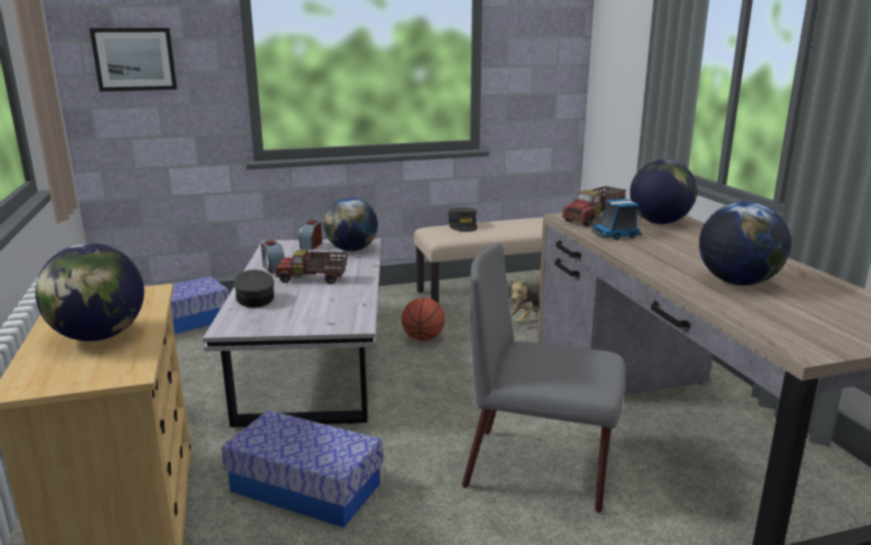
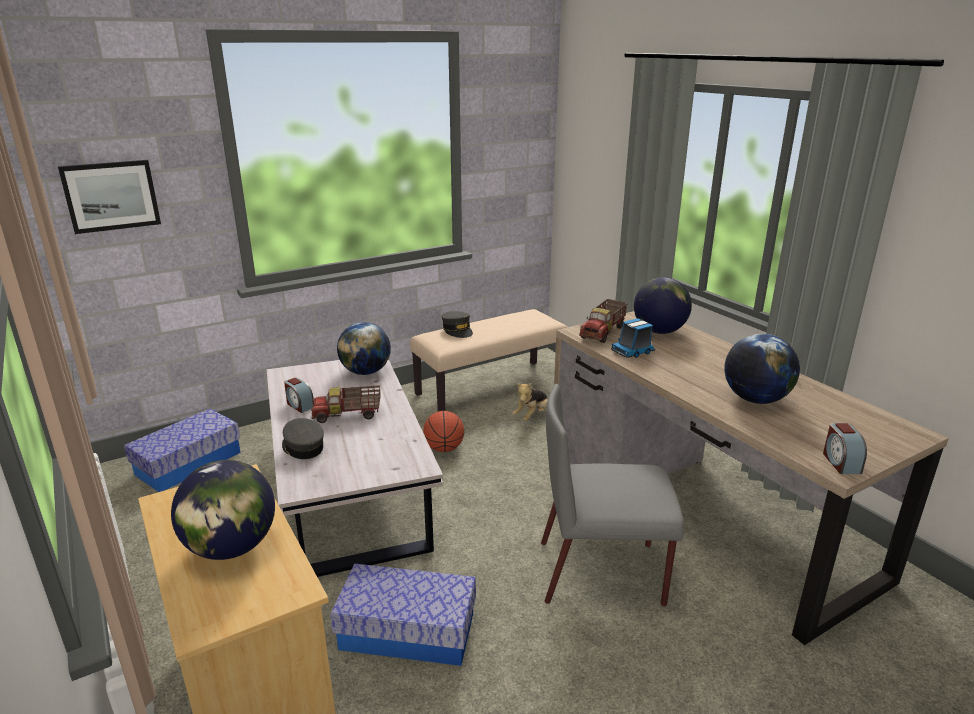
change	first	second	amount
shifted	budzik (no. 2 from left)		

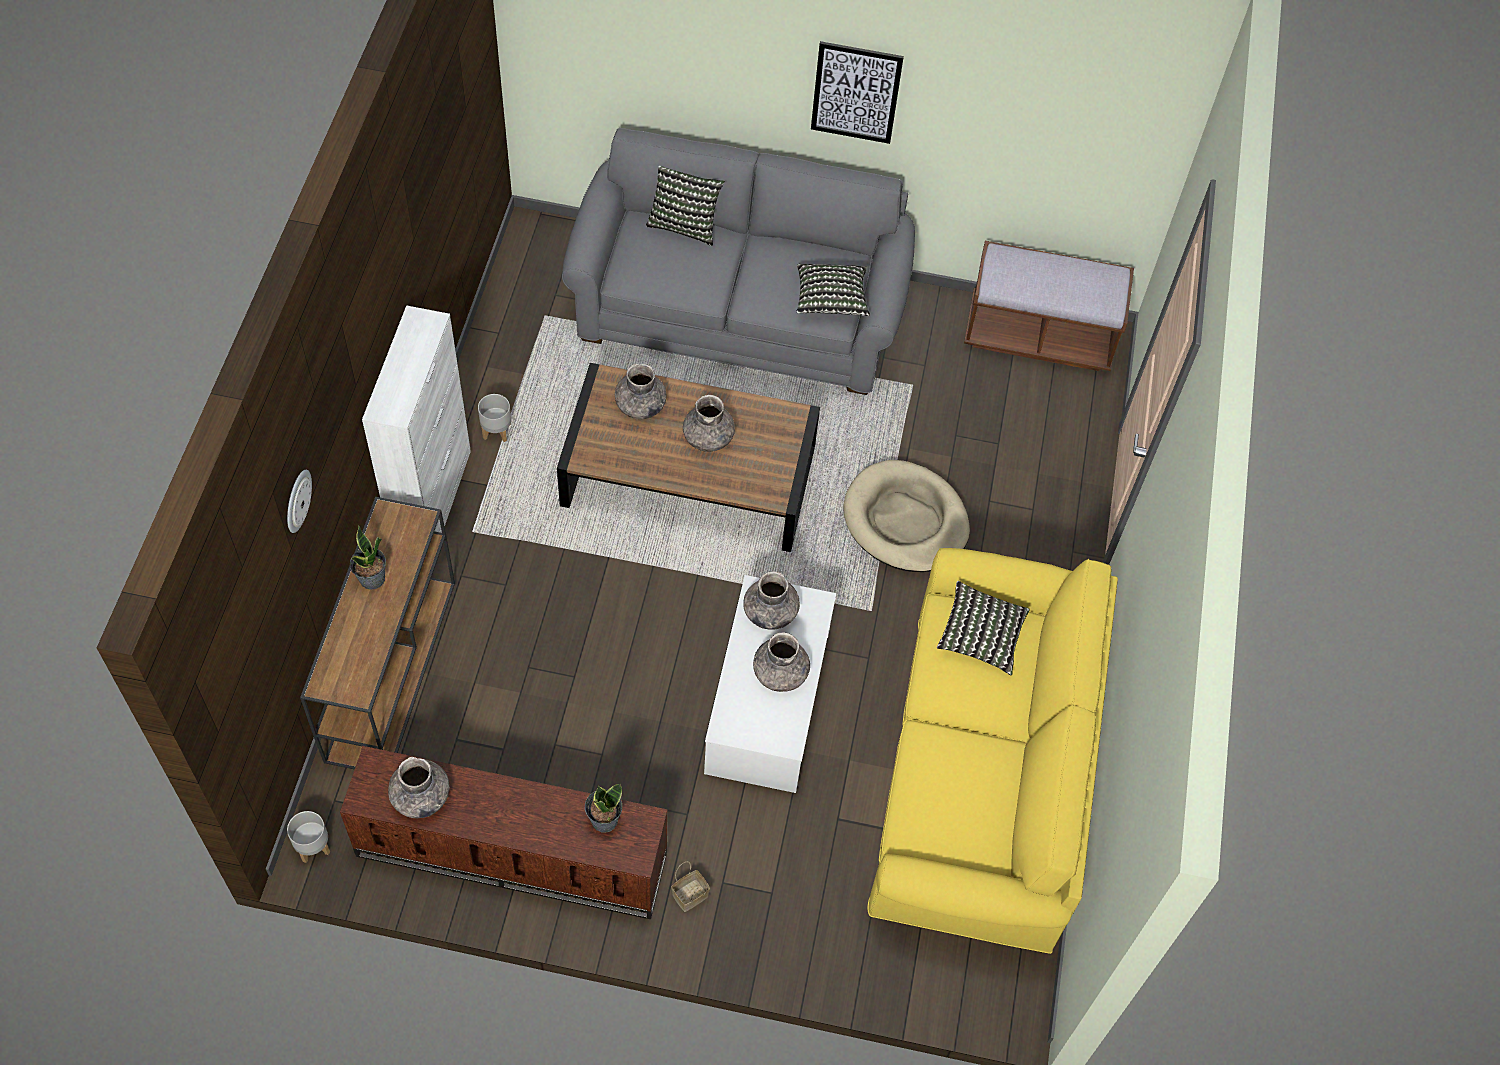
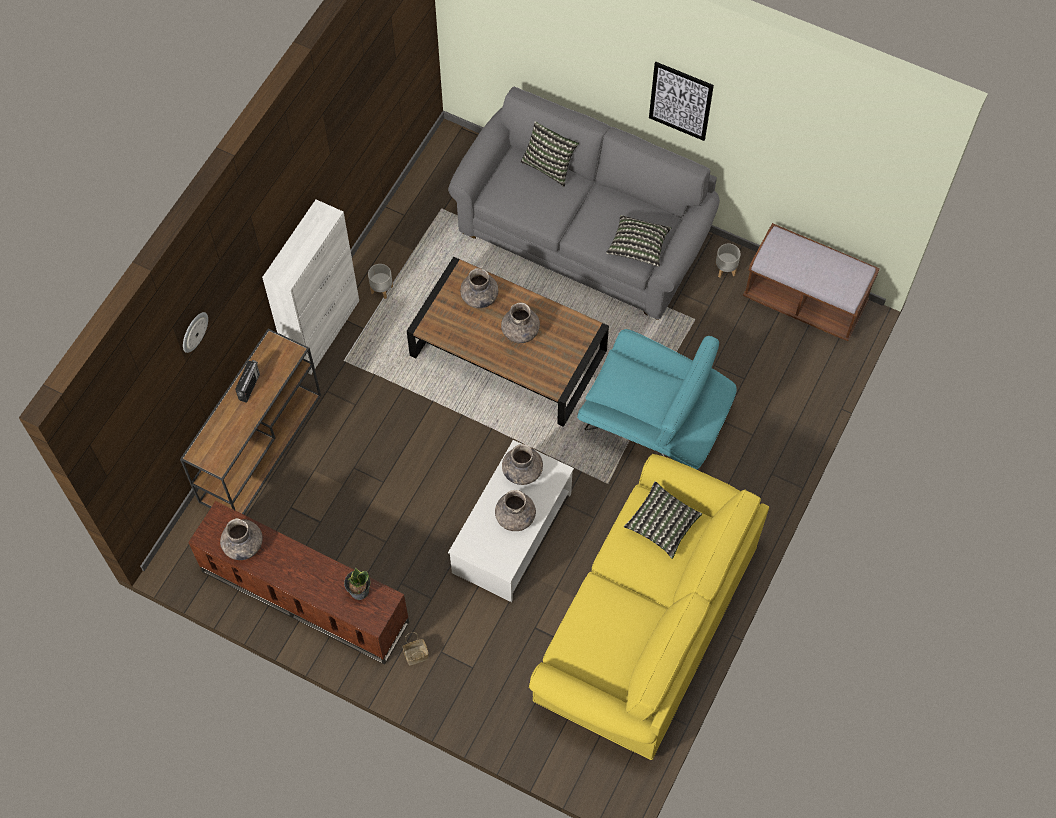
change	first	second	amount
shifted	donica/szary (no. 1 from left in the first image)	donica/szary (no. 2 from left)	
swapped	roślina doniczkowa (no. 1 from left)	radio	
swapped	legowisko/beżowy	fotel/turkusowy	

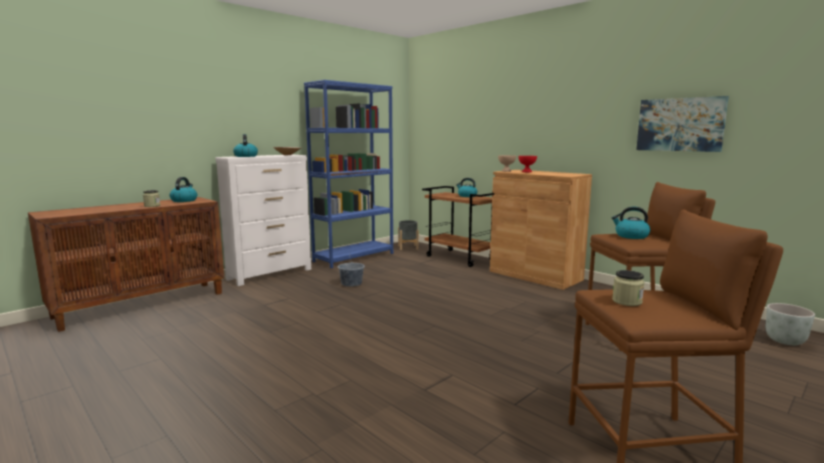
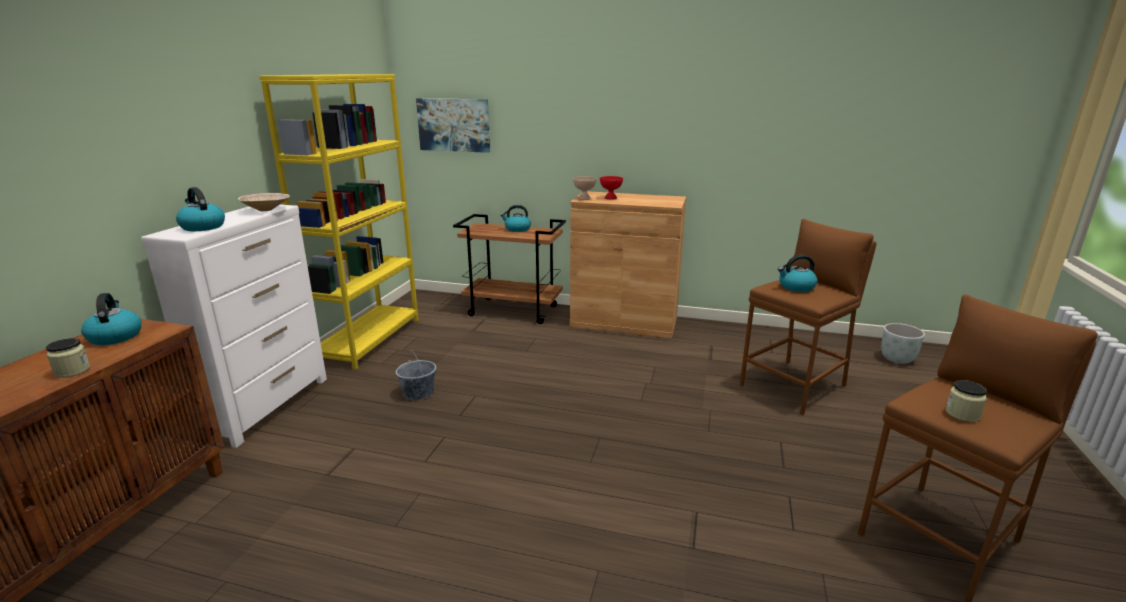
change	first	second	amount
gone	donica/szary (no. 1 from left)		
shifted	obraz		
repainted	regał/niebieski	regał/żółty	

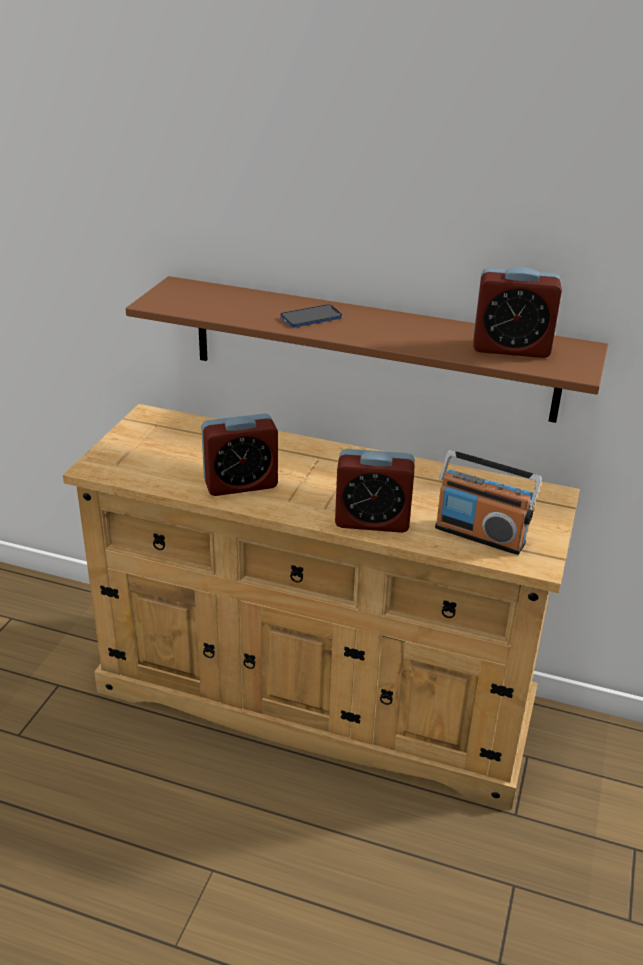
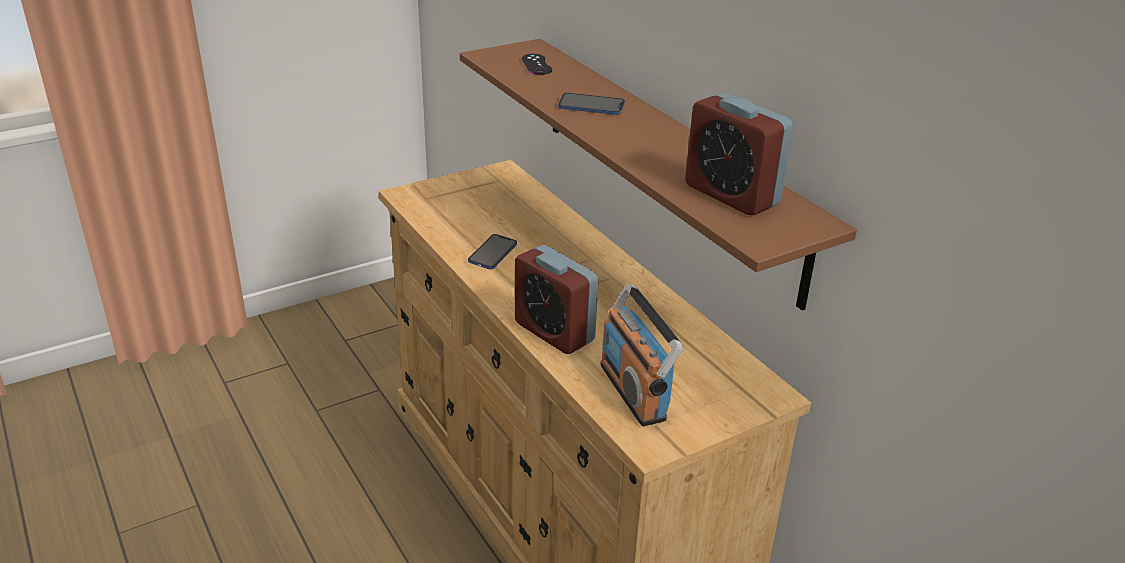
change	first	second	amount
new		pad do gier/czarny	
swapped	budzik (no. 1 from left)	telefon (no. 1 from left)	

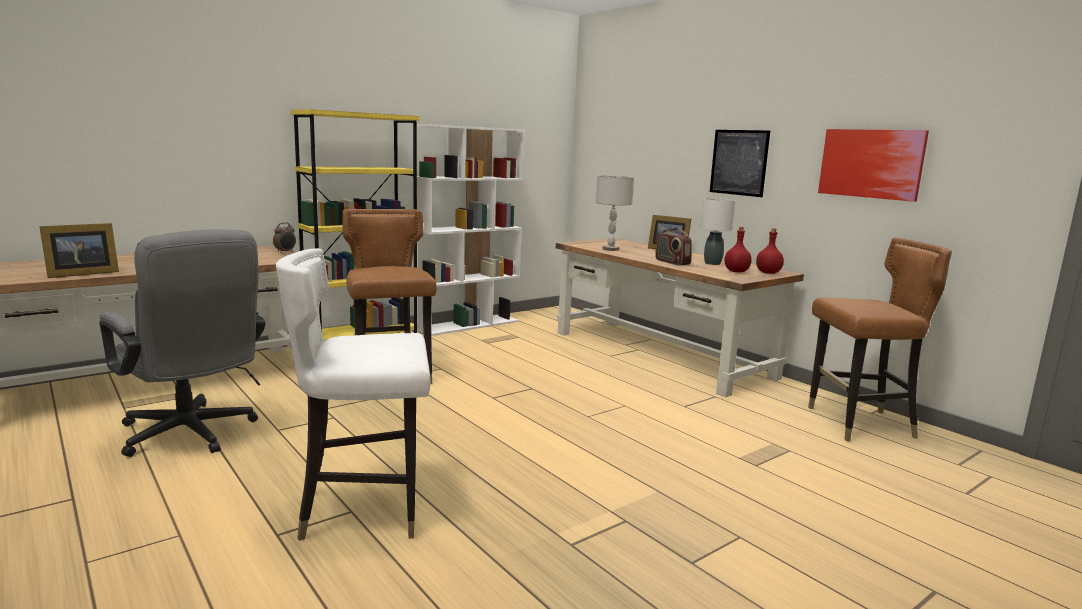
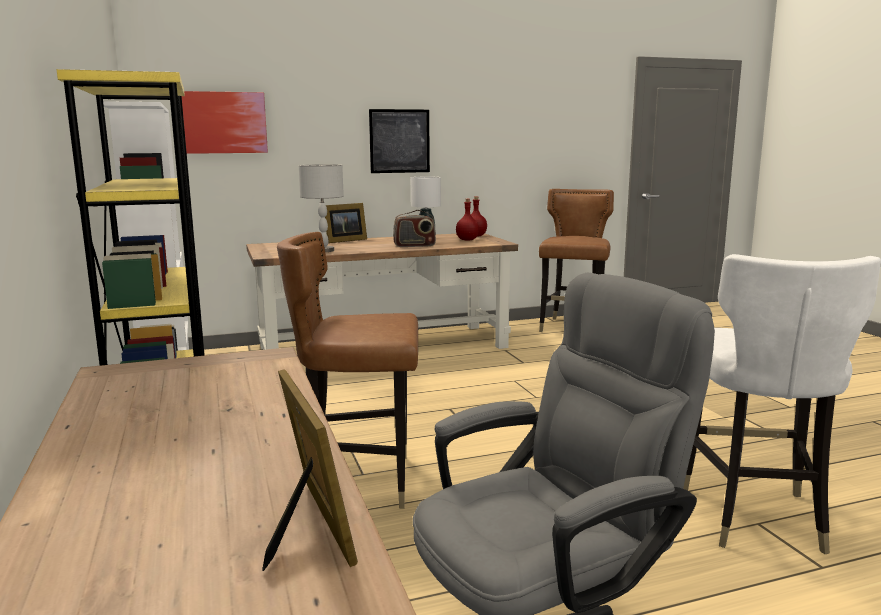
change	first	second	amount
gone	budzik		
shifted	obraz (no. 2 from left in the first image)	obraz (no. 1 from left)	

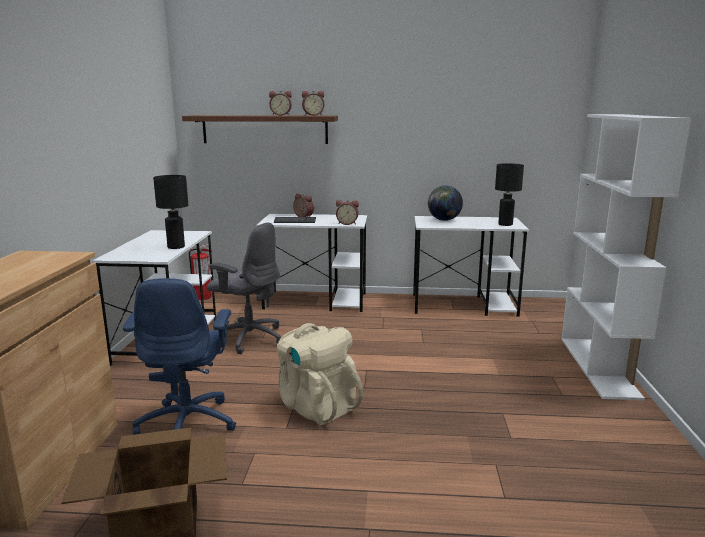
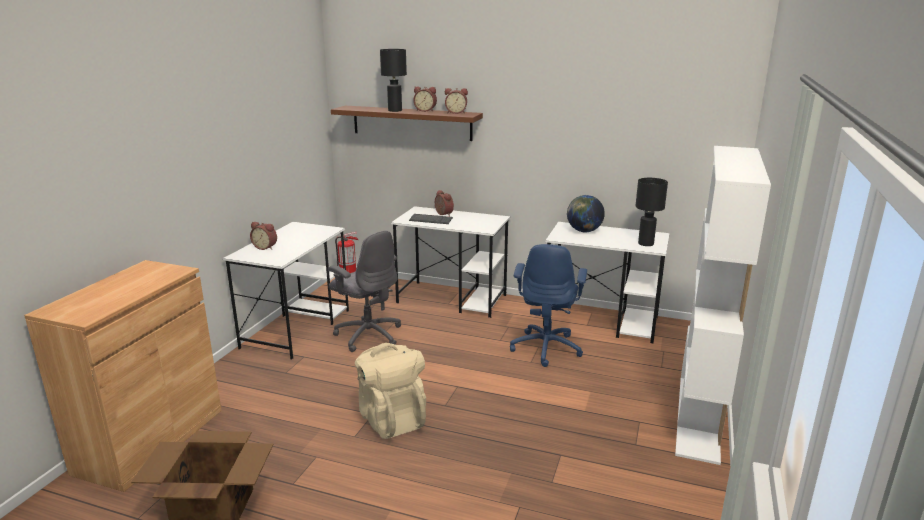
change	first	second	amount
shifted	krzesło biurowe/niebieski		
shifted	lampa stołowa/czarny (no. 1 from left)		
shifted	budzik (no. 4 from left in the first image)	budzik (no. 1 from left)	

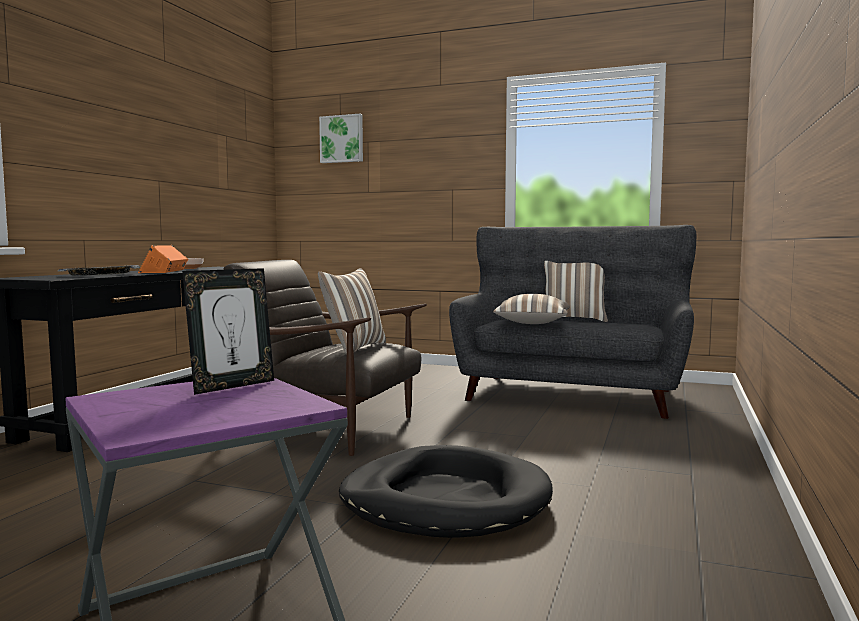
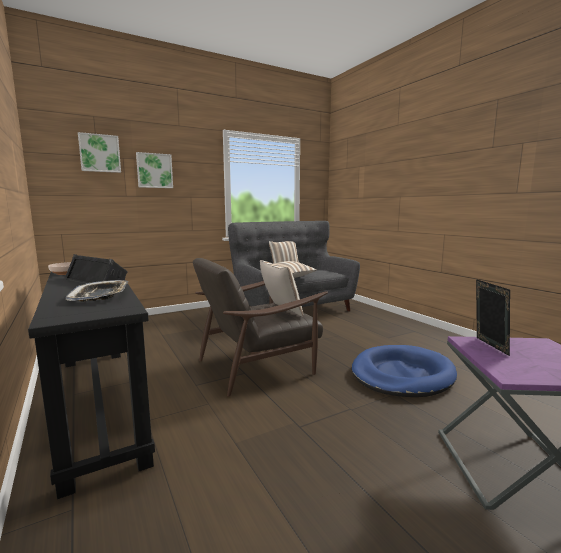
change	first	second	amount
new		obraz (no. 2 from left)	
repainted	głośnik/pomarańczowy	głośnik/czarny	
repainted	legowisko/czarny	legowisko/niebieski	

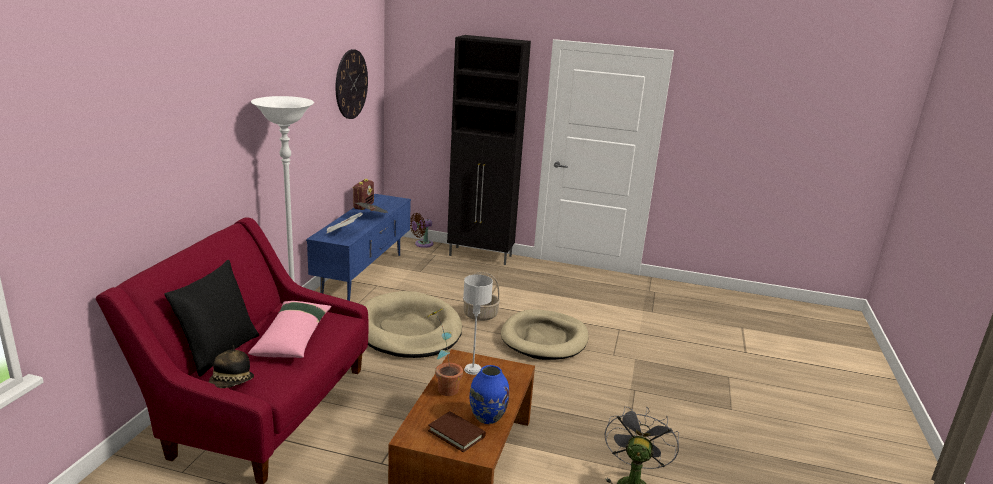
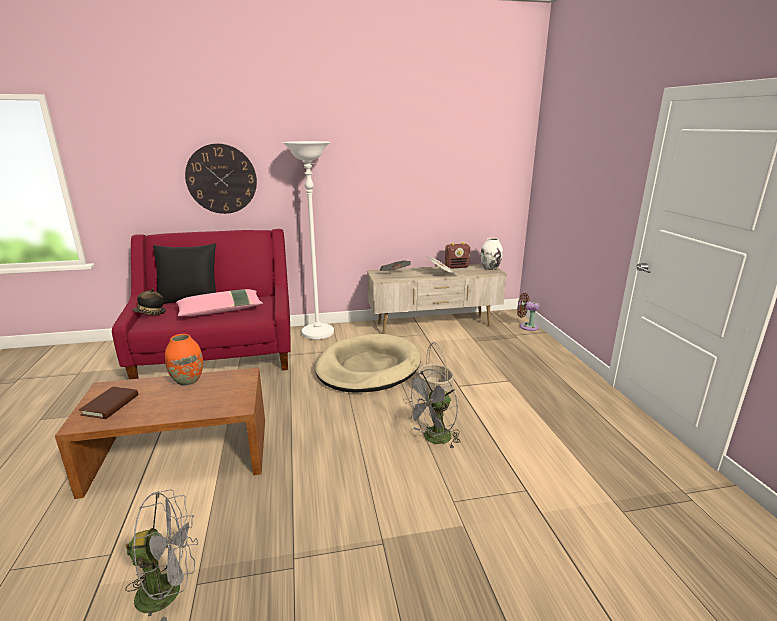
change	first	second	amount
gone	szafka/czarny		
gone	lampa stołowa/szary		
gone	wazon/niebieski		
new		wazon/biały	
shifted	zegar ścienny		
swapped	roślina doniczkowa	wazon/pomarańczowy	
swapped	legowisko/beżowy (no. 2 from left)	wentylator/szary (no. 2 from left)	
repainted	szafka pod telewizor/niebieski	szafka pod telewizor/beżowy	

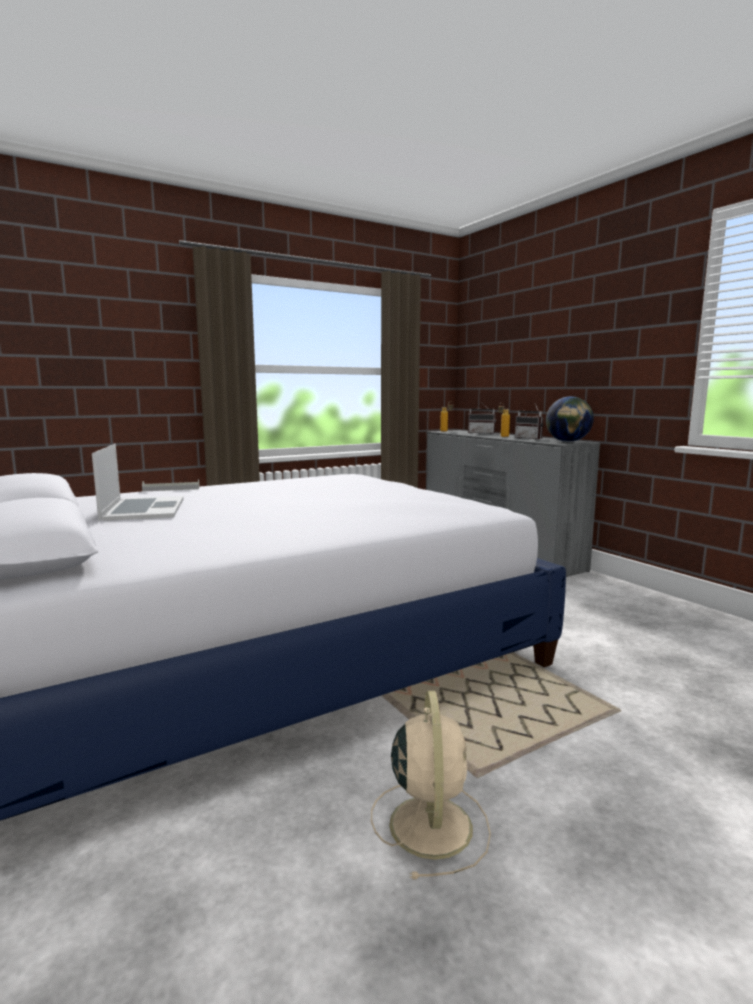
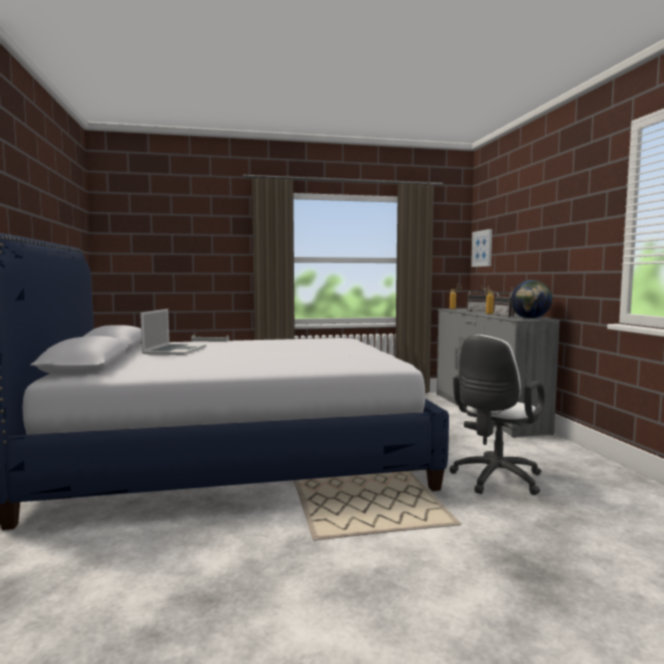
change	first	second	amount
gone	wentylator/beżowy		
new		krzesło biurowe/biały	
new		obraz	

